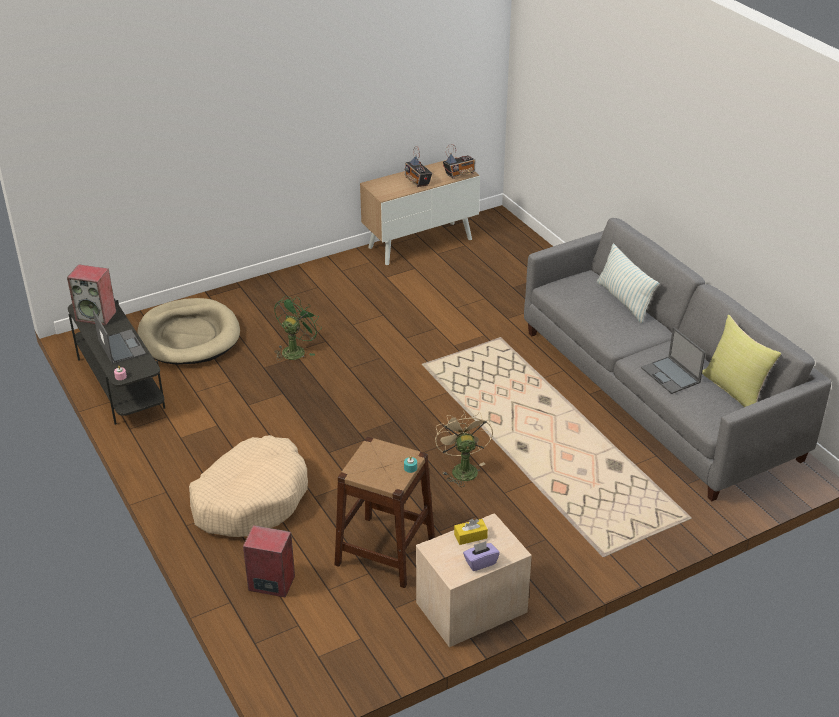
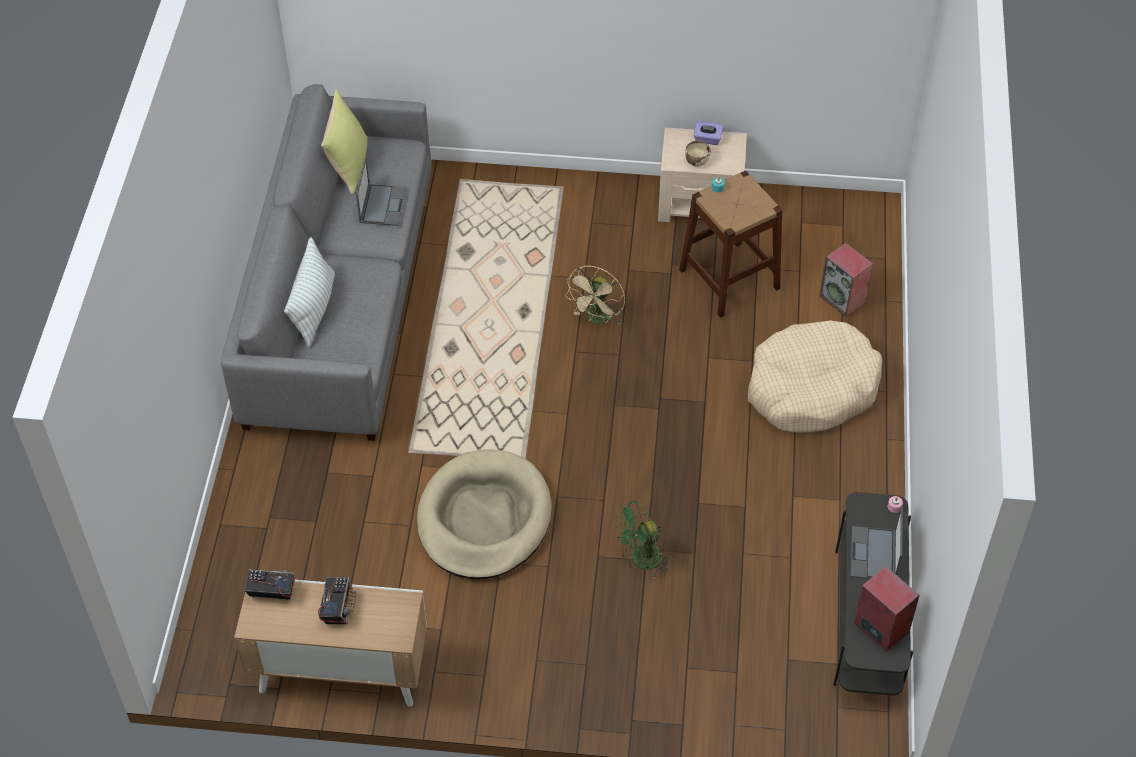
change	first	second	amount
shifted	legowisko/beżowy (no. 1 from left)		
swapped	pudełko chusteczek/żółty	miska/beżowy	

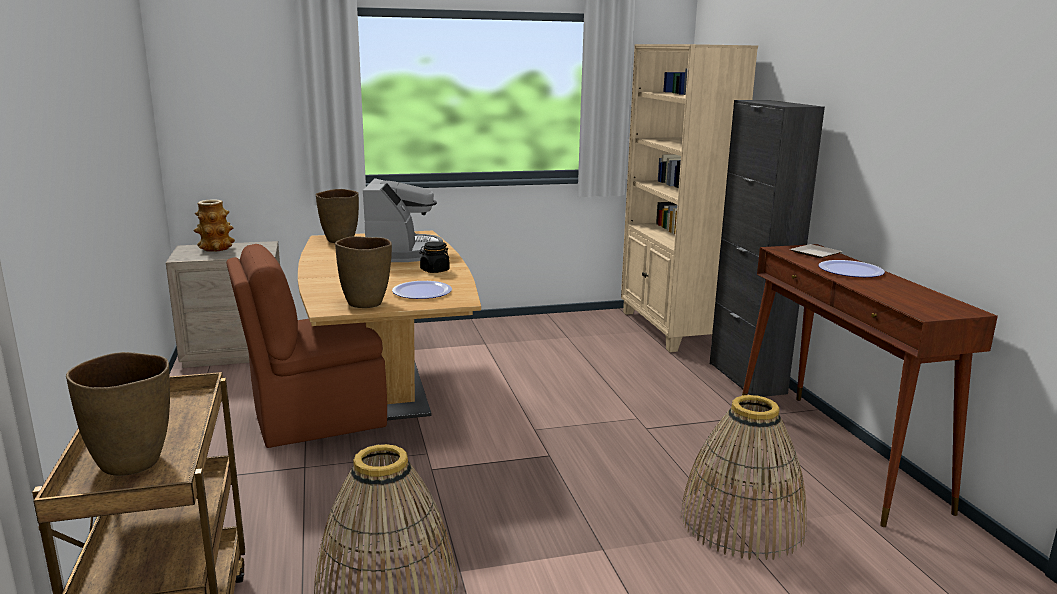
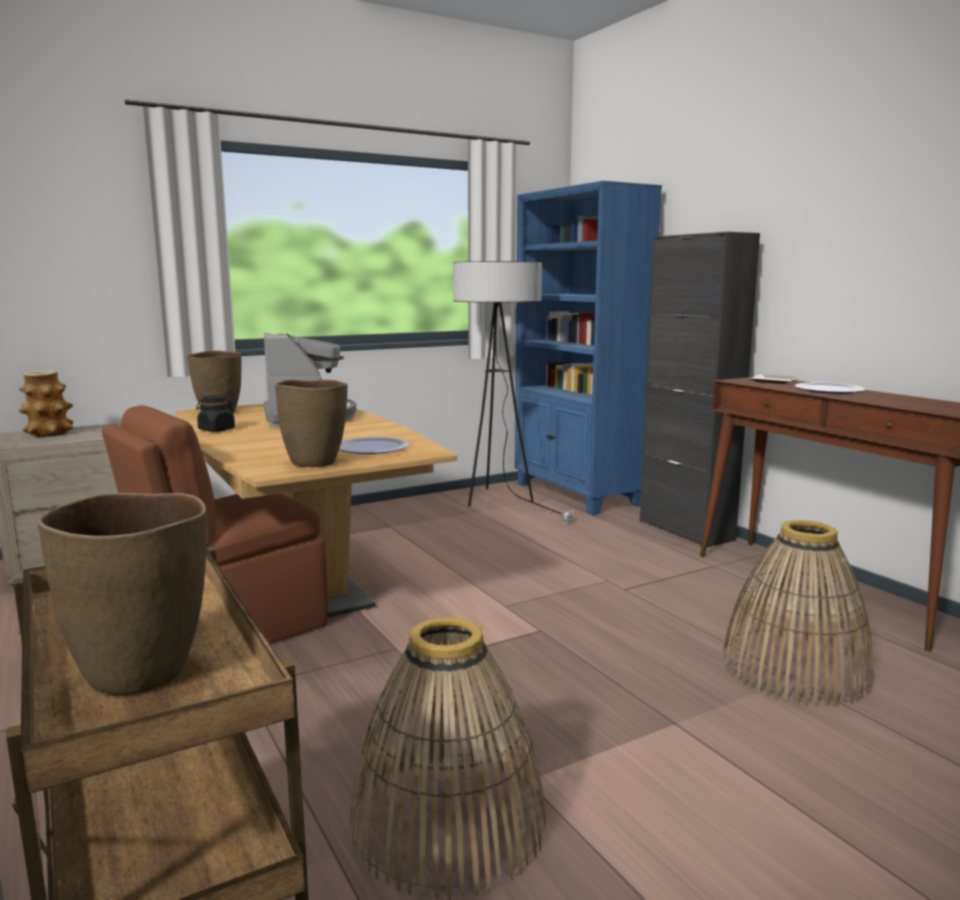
change	first	second	amount
new		lampa stojąca	
shifted	słoik/czarny		
repainted	regał/beżowy	regał/niebieski	

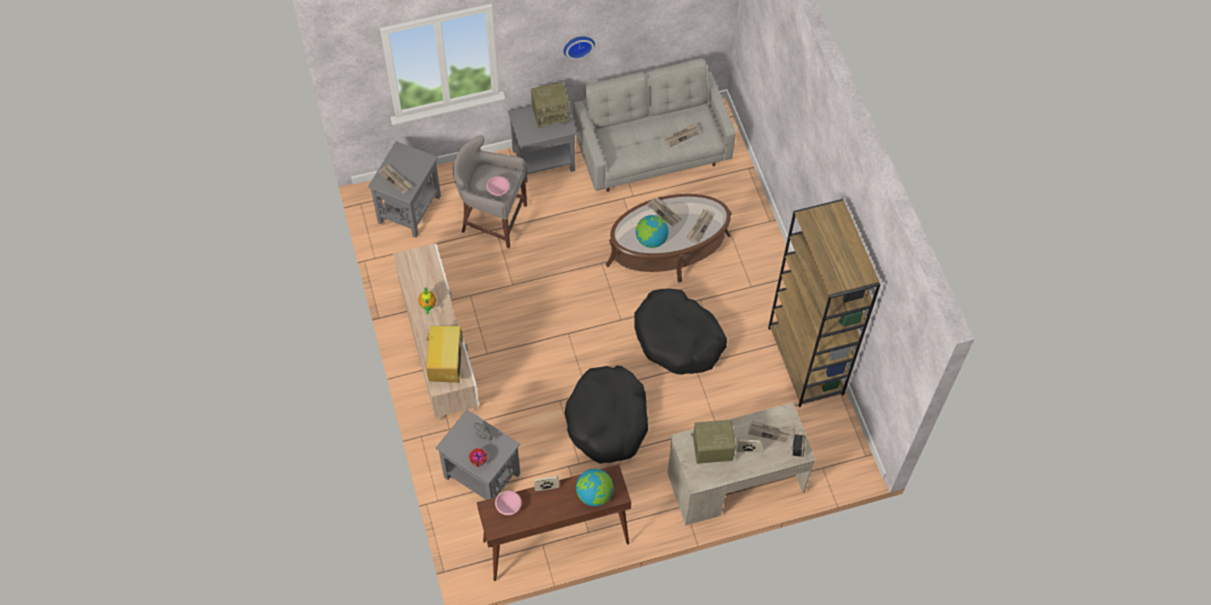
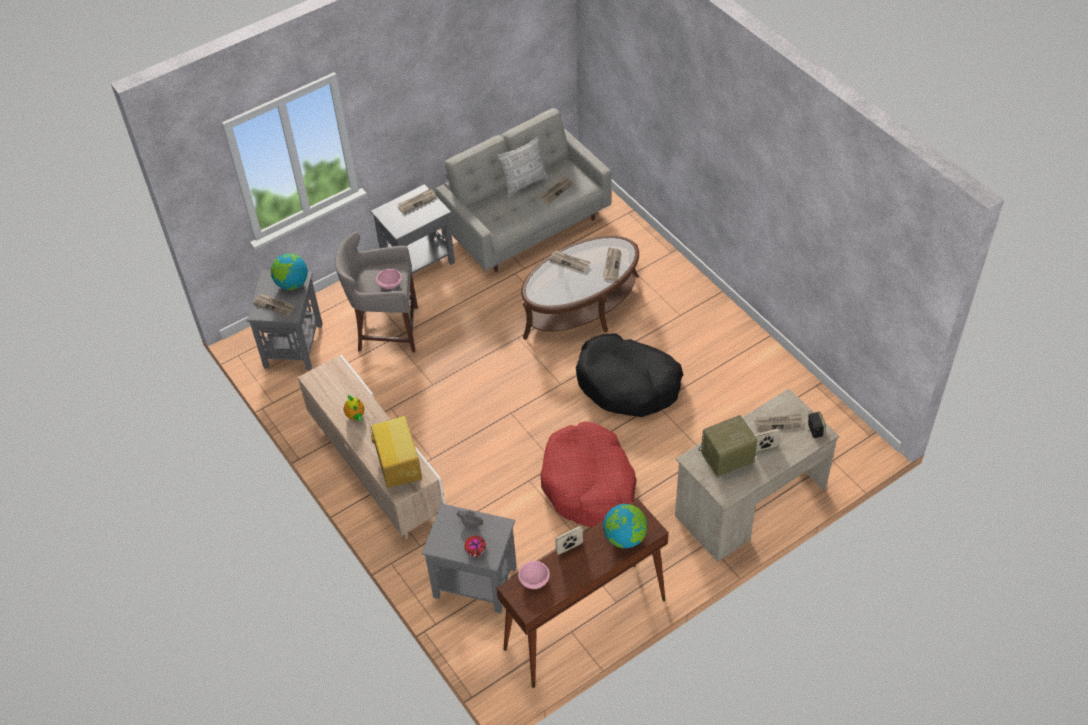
change	first	second	amount
gone	zegar ścienny		
gone	regał/brązowy		
new		poduszka	
shifted	globus (no. 2 from left in the first image)	globus (no. 1 from left)	
swapped	radio (no. 1 from left)	gazeta (no. 2 from left)	
repainted	legowisko/czarny (no. 1 from left)	legowisko/czerwony	

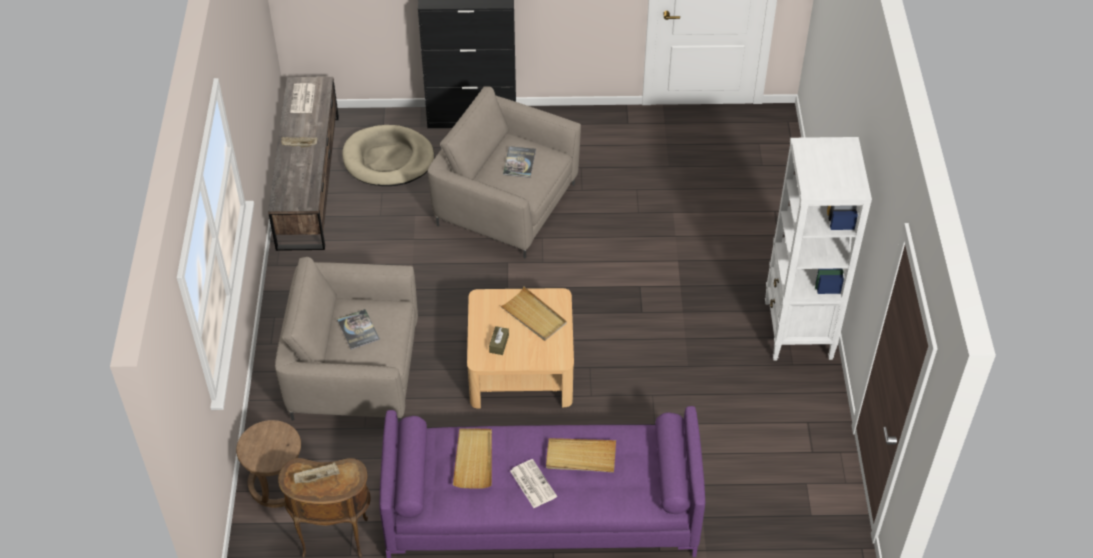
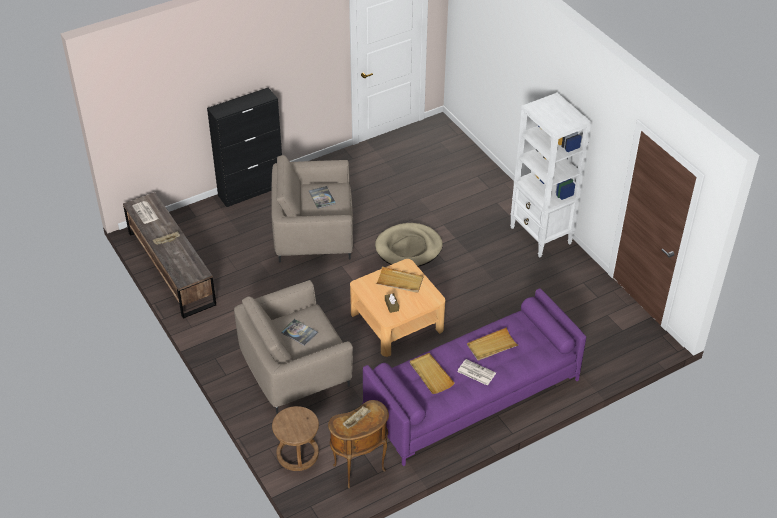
change	first	second	amount
shifted	legowisko/beżowy		

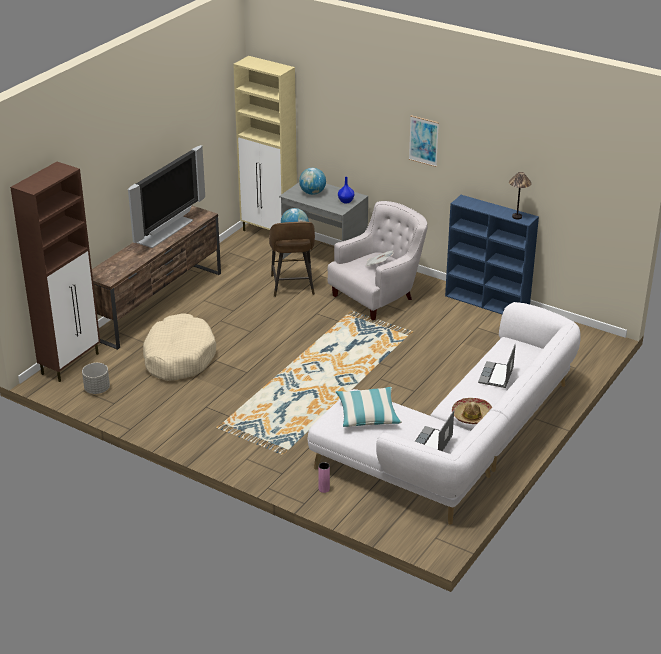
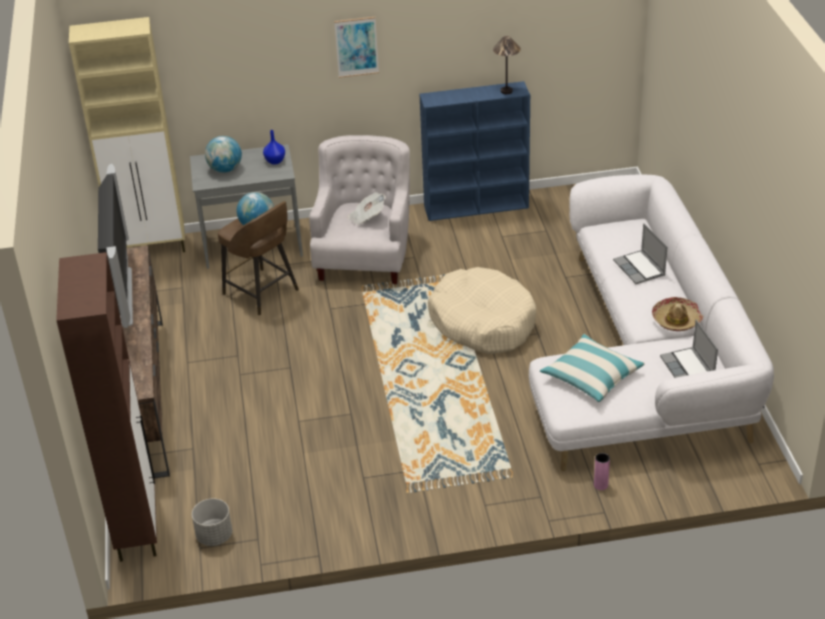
change	first	second	amount
shifted	legowisko/beżowy		

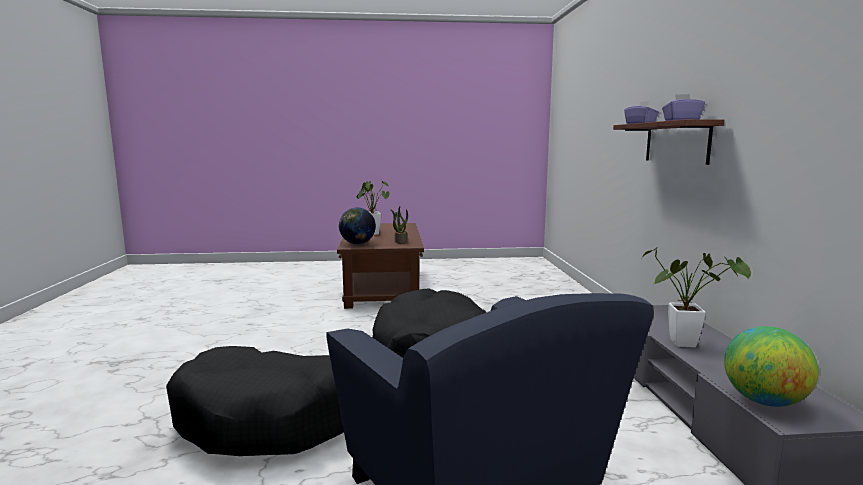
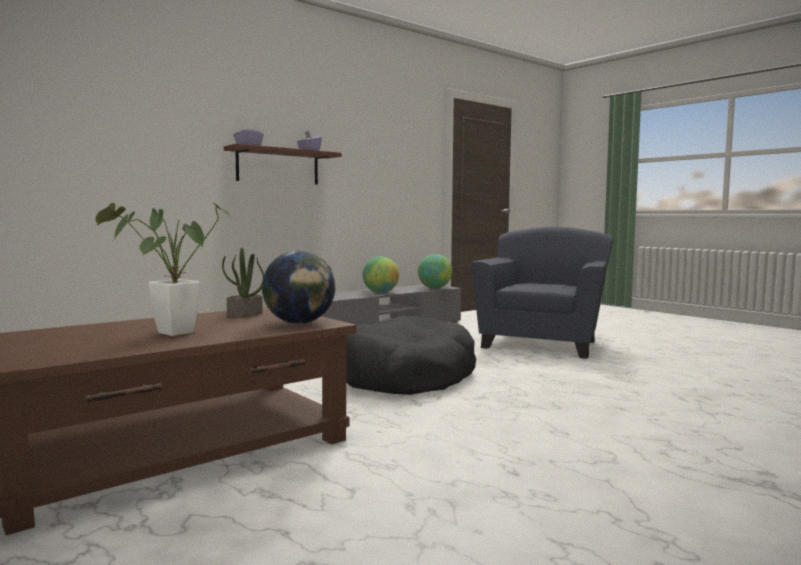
change	first	second	amount
gone	legowisko/czarny (no. 1 from left)		
swapped	roślina doniczkowa (no. 3 from left)	globus (no. 2 from left)	

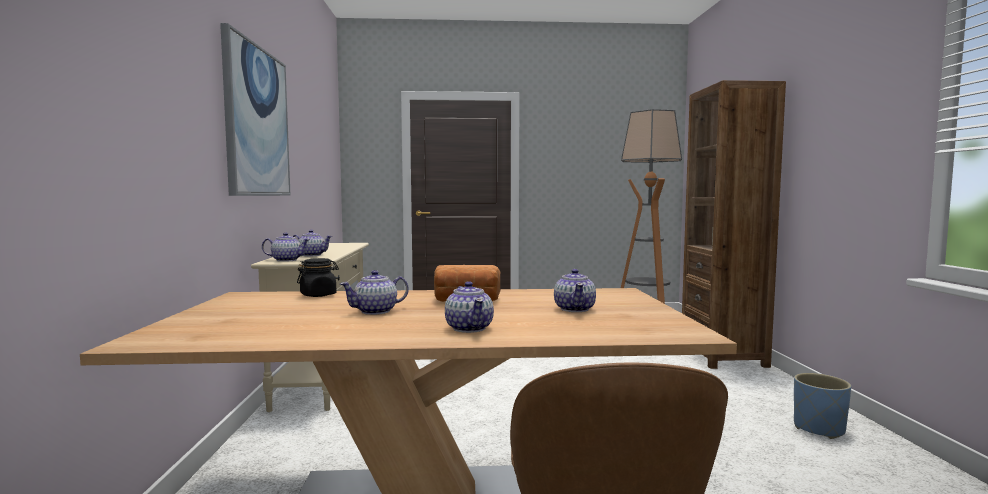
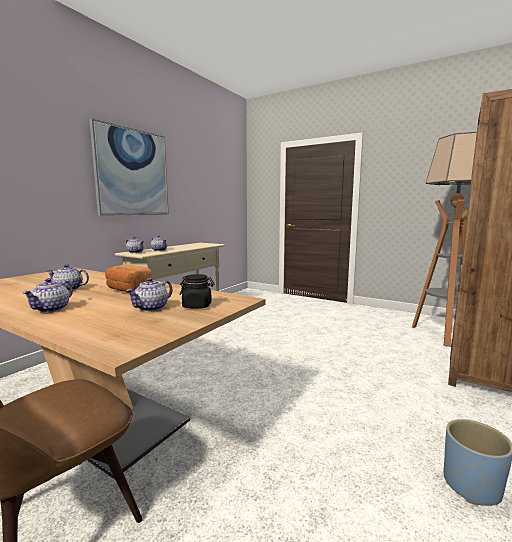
change	first	second	amount
shifted	słoik/czarny		

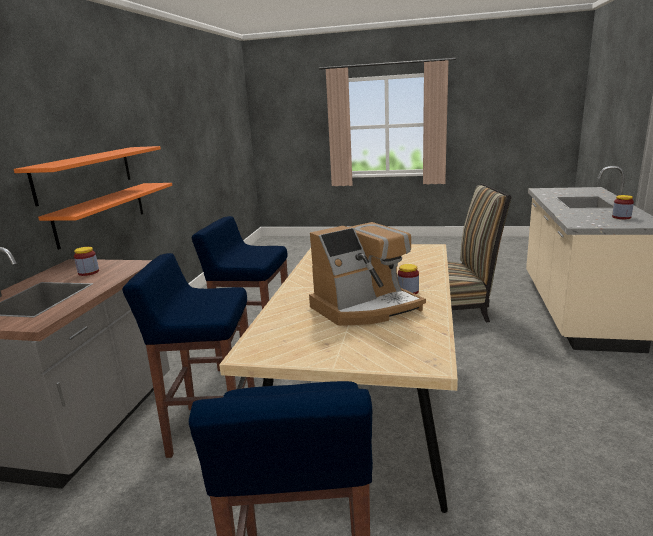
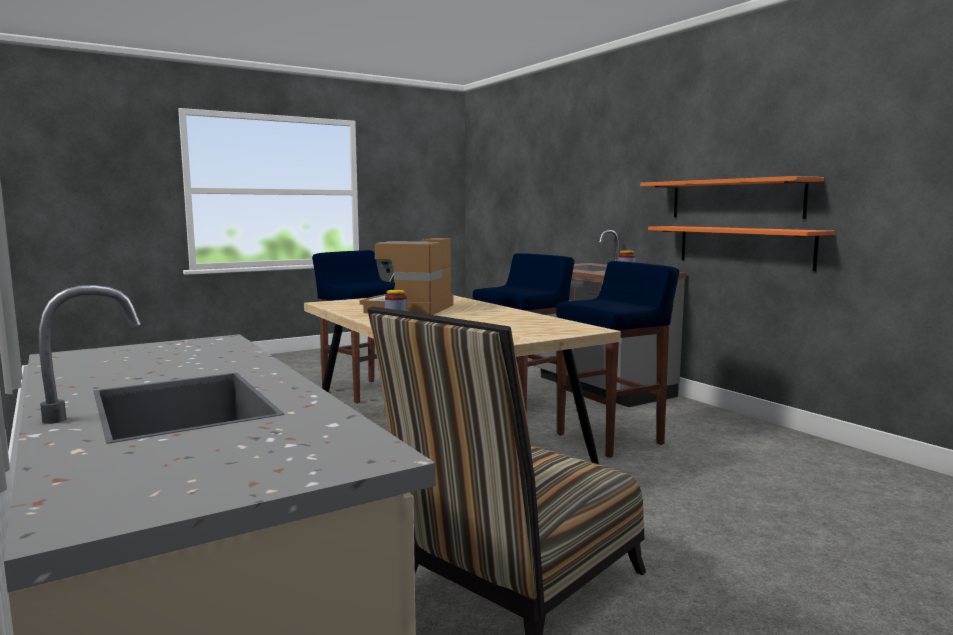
change	first	second	amount
gone	słoik (no. 3 from left)		

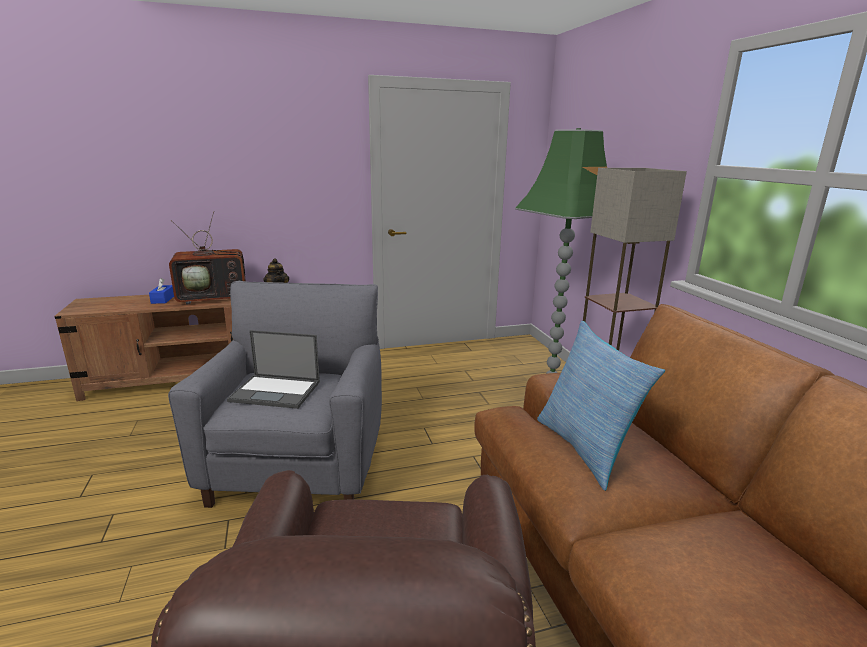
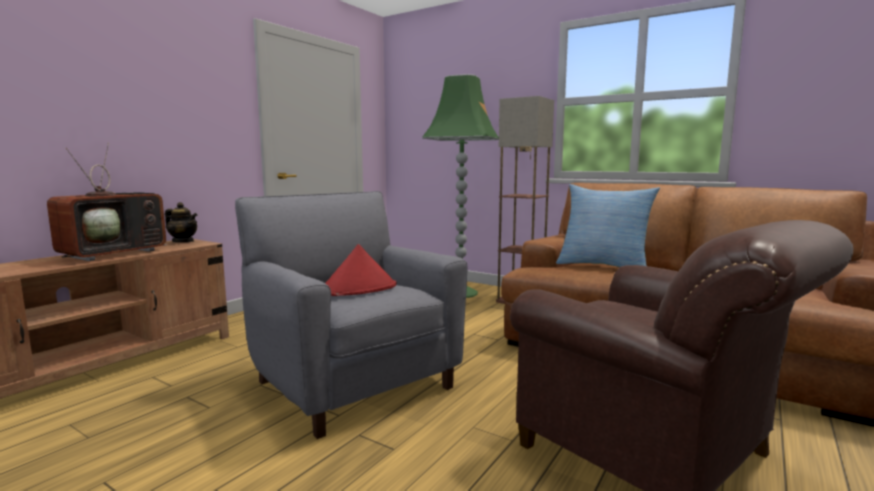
change	first	second	amount
gone	pudełko chusteczek/niebieski		
swapped	laptop	kapelusz/czerwony	

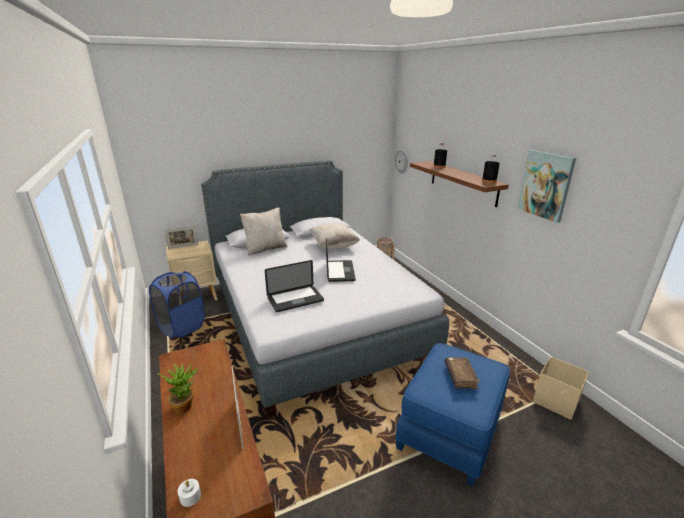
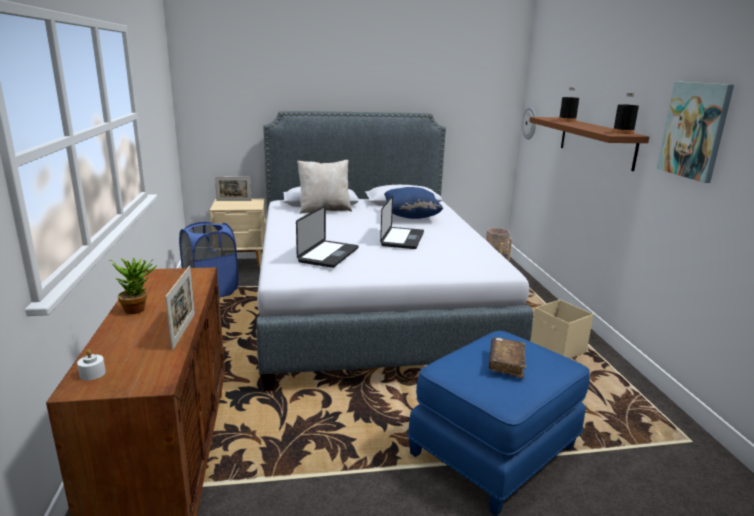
change	first	second	amount
shifted	pojemnik do przechowywania/beżowy		
repainted	poduszka/beżowy (no. 2 from left)	poduszka/niebieski	
rotated	laptop (no. 1 from left)		60 degrees counterclockwise

